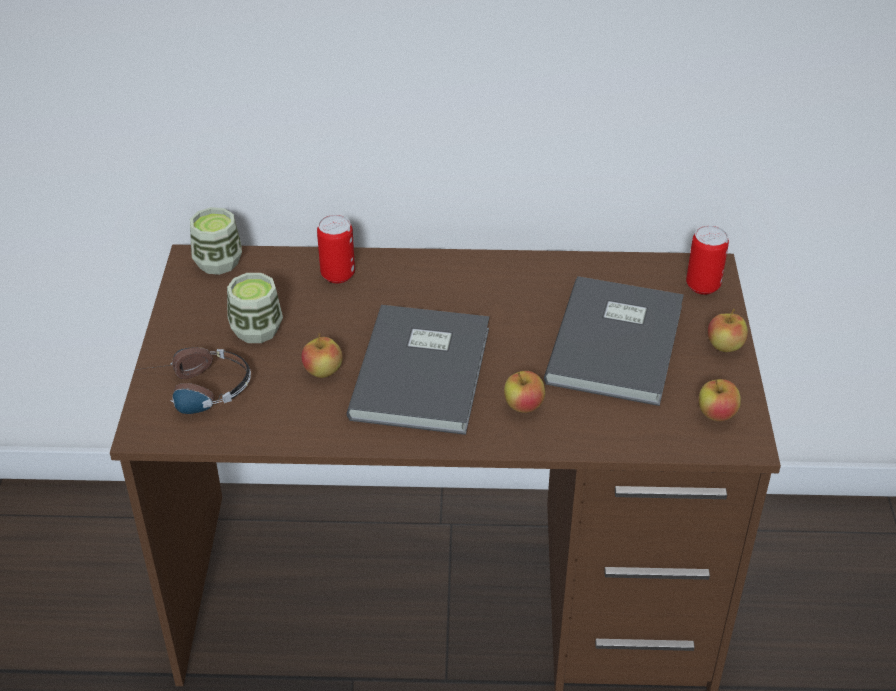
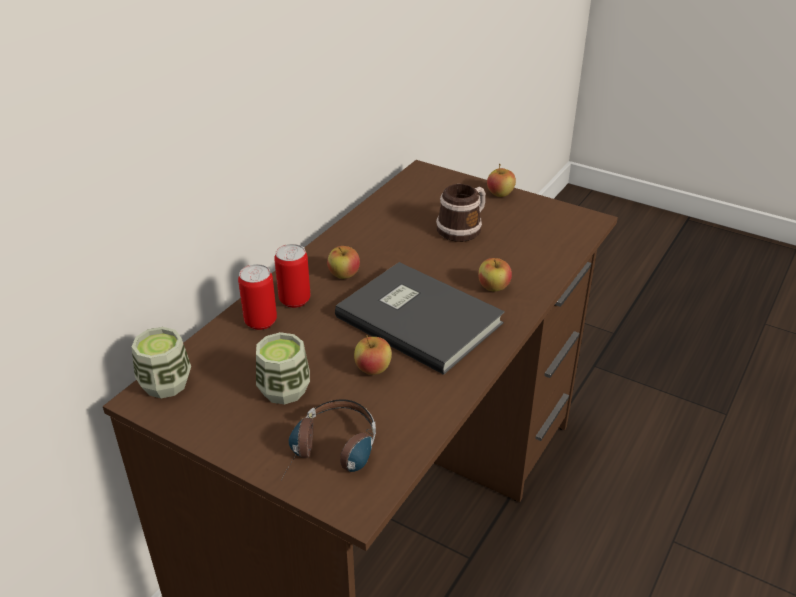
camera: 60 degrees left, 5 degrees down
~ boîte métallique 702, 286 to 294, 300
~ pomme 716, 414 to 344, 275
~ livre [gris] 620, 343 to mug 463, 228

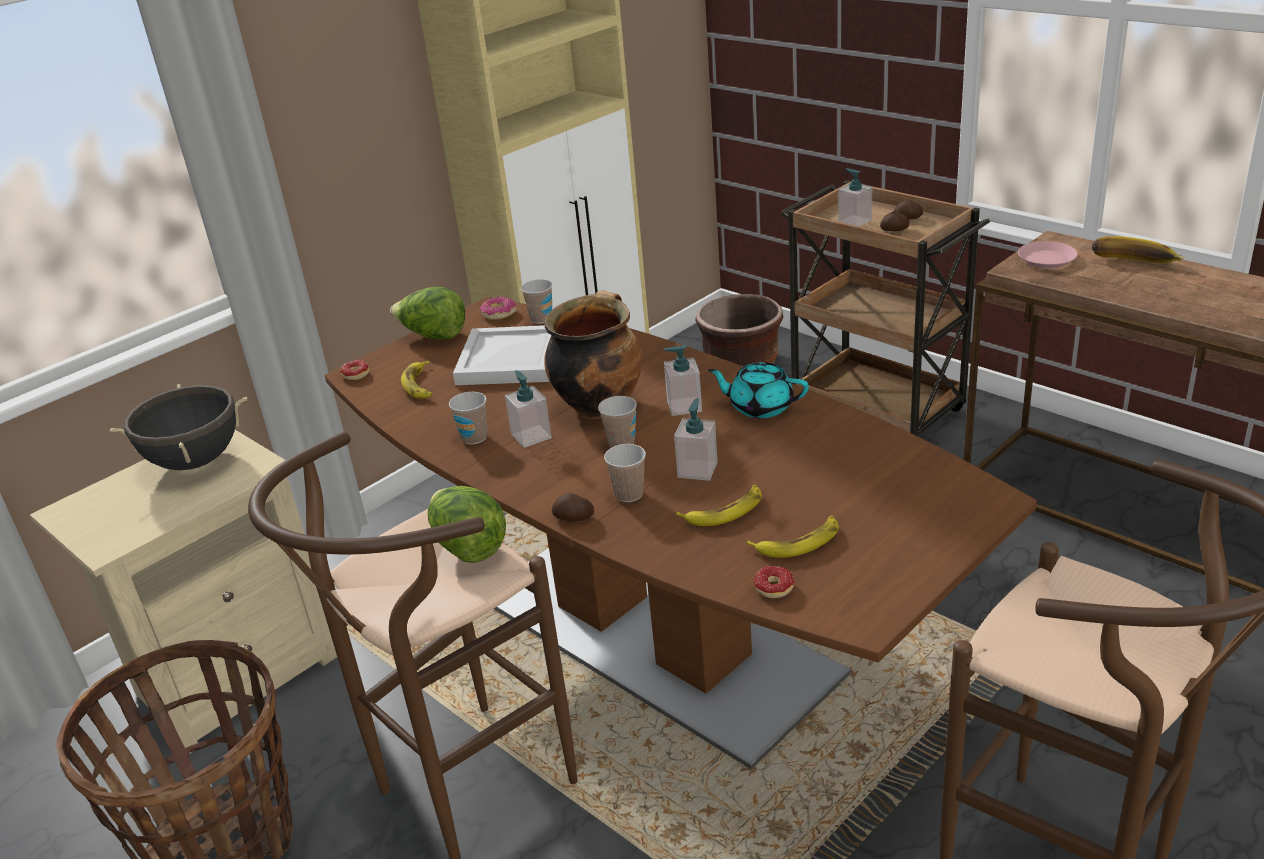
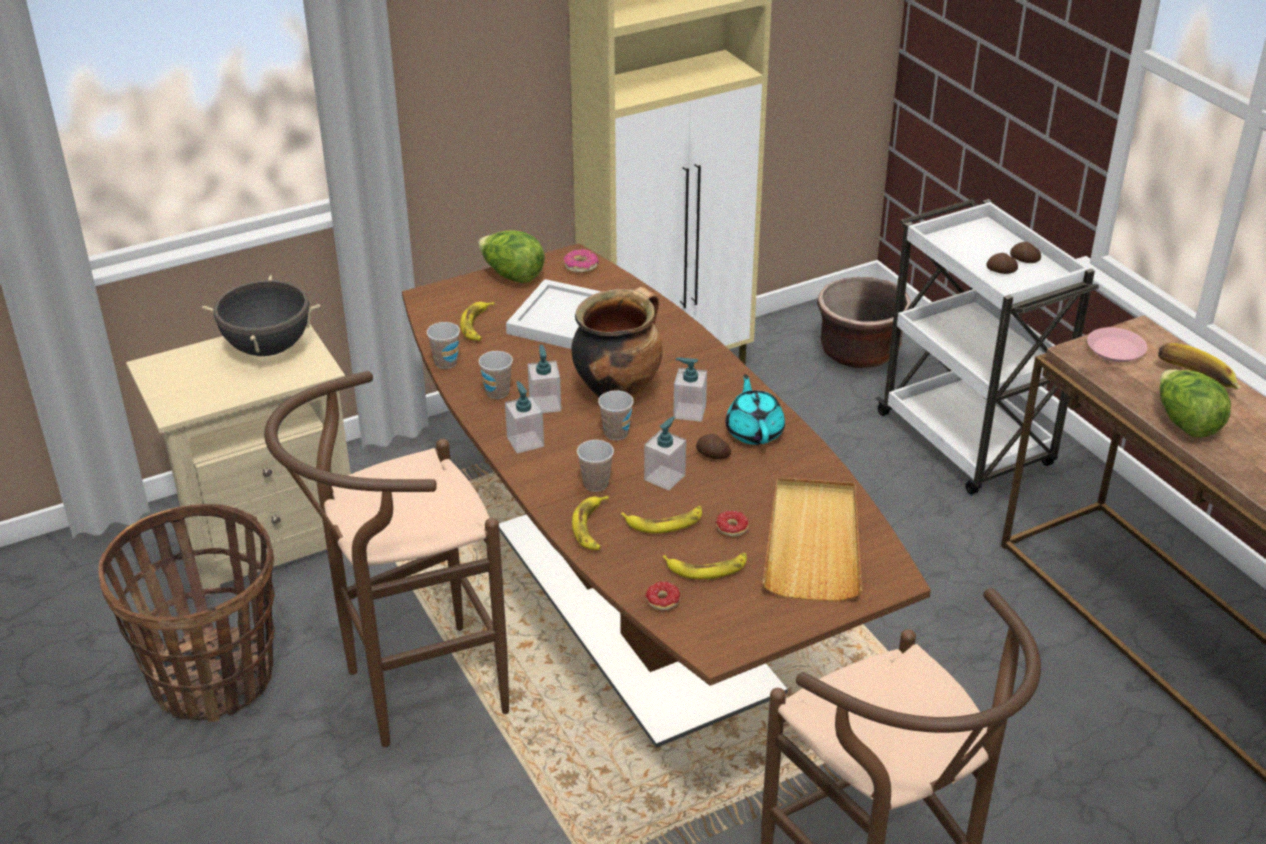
camera: 15 degrees right, 5 degrees up
~ tasse 541, 319 to 446, 362
~ distributeur de savon 854, 221 to 525, 442
+ banane 592, 527
~ pomme de terre 573, 518 to 712, 455
~ beignet 352, 377 to 727, 531
~ théière [turquoise] 760, 407 = 754, 431 45 degrees clockwise
+ plateau [beige] 813, 542
~ chariot [marron] 877, 410 to chariot [blanc] 967, 442
~ laitue 469, 547 to 1185, 423

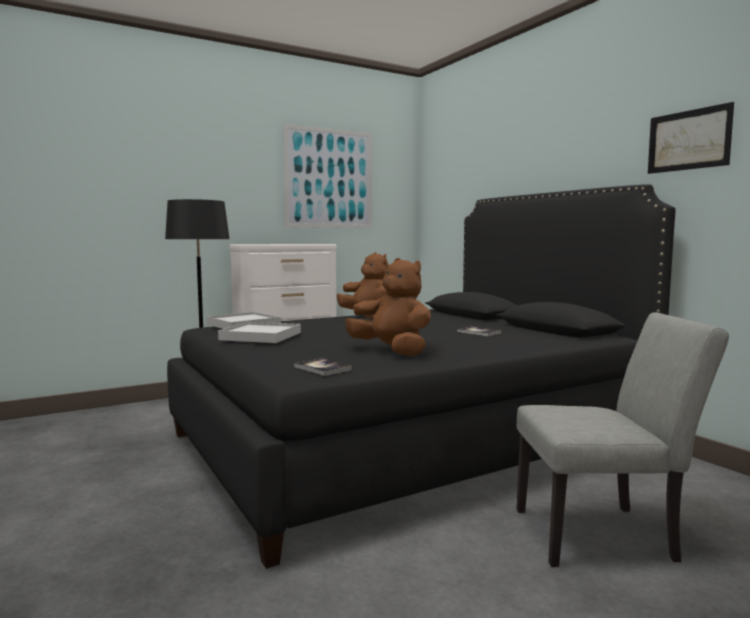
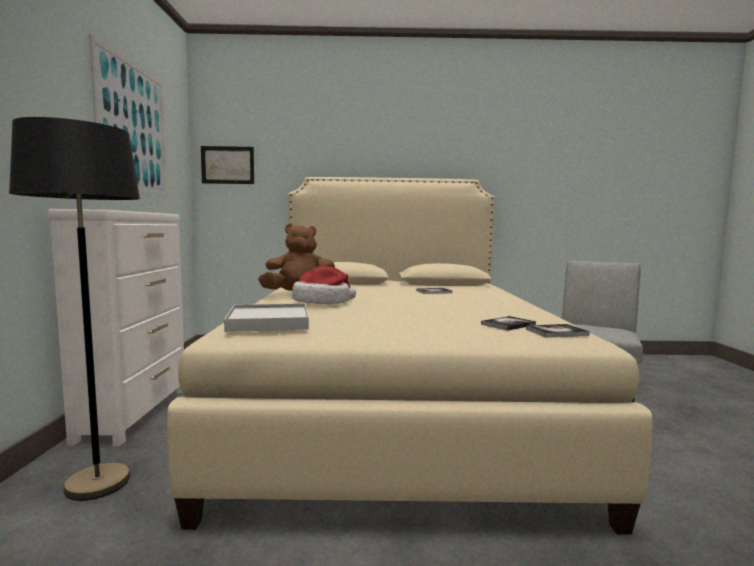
camera: 60 degrees left, 0 degrees up
~ lit [noir] 406, 441 to lit [beige] 393, 405
~ tableau 688, 140 to 227, 165
+ chapeau 323, 302
+ livre 508, 324
- plateau [blanc] 261, 336
- peluche [marron] 392, 351

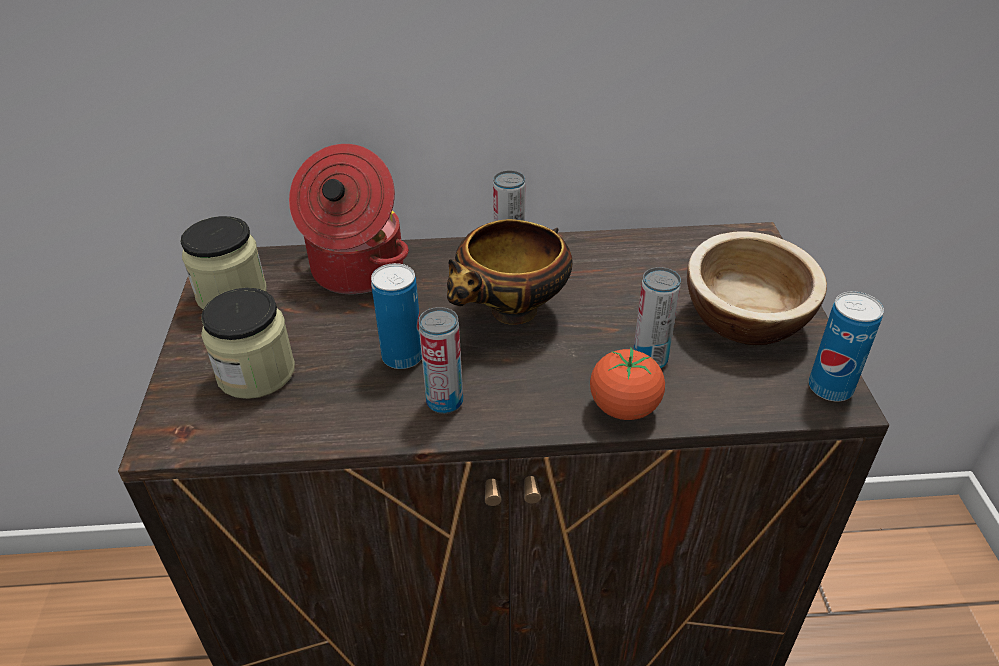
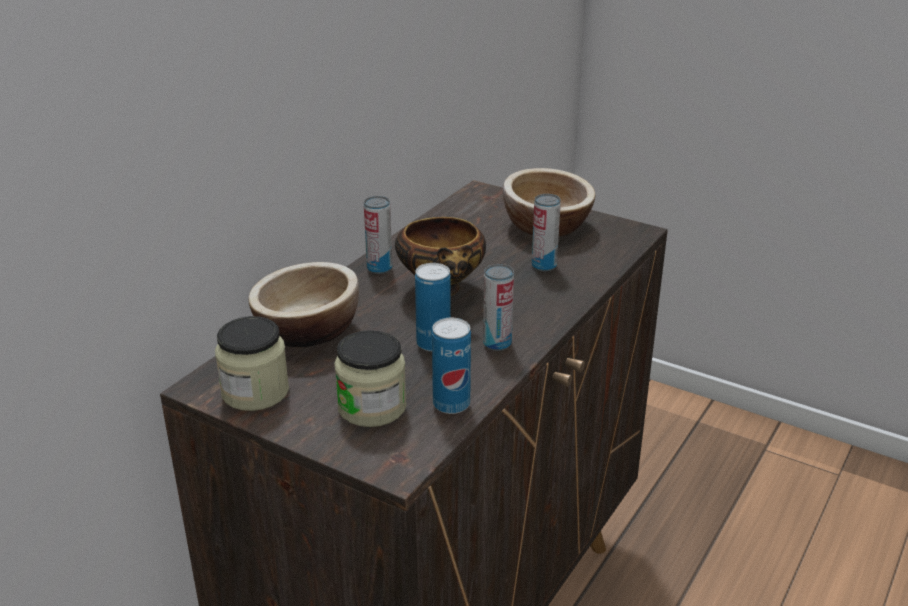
camera: 55 degrees left, 10 degrees down
~ marmite 355, 271 to bol 308, 330
~ boîte métallique 830, 388 to 451, 404
- tomate 624, 408

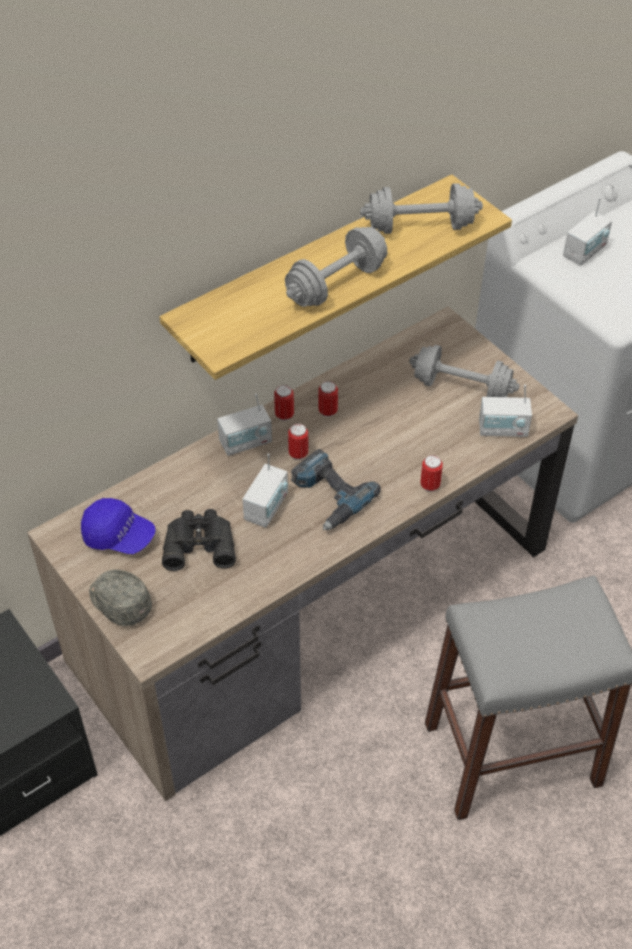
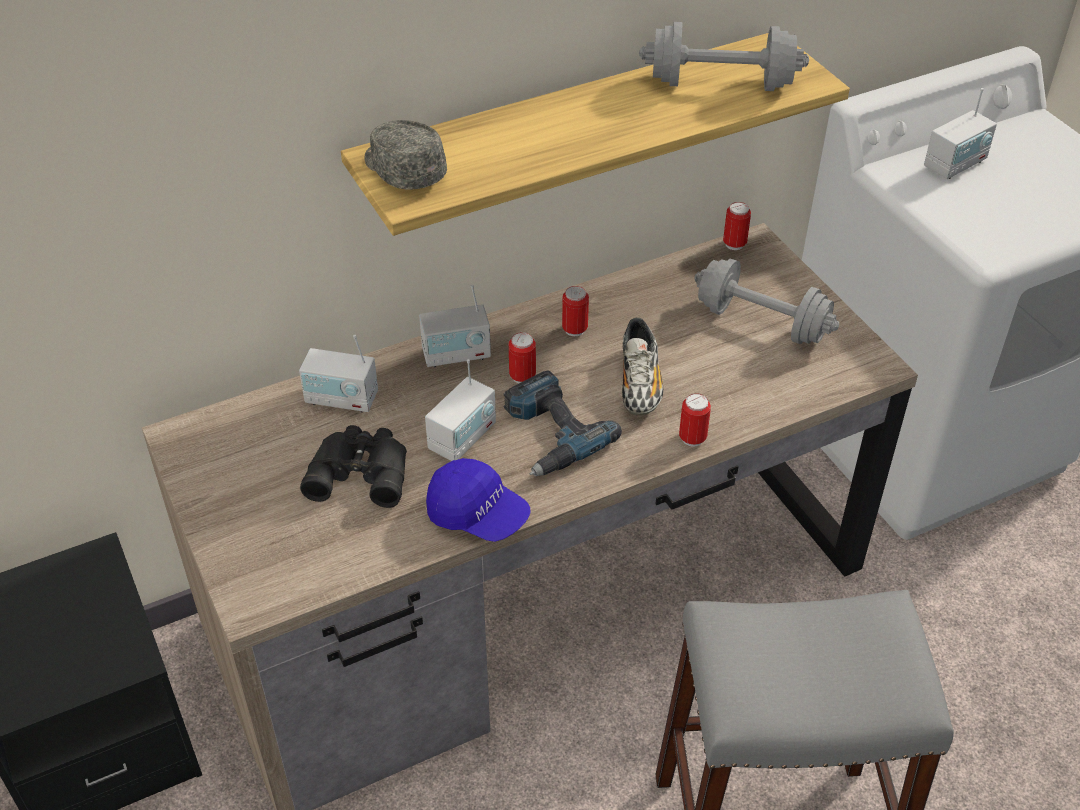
camera: 10 degrees right, 5 degrees down
~ radio 503, 429 to 342, 399
~ casquette [gris] 119, 602 to 403, 169
~ casquette [bleu] 119, 536 to 478, 515
+ chaussure 640, 384
~ boîte métallique 284, 415 to 734, 244
- haltère [gris] 336, 284

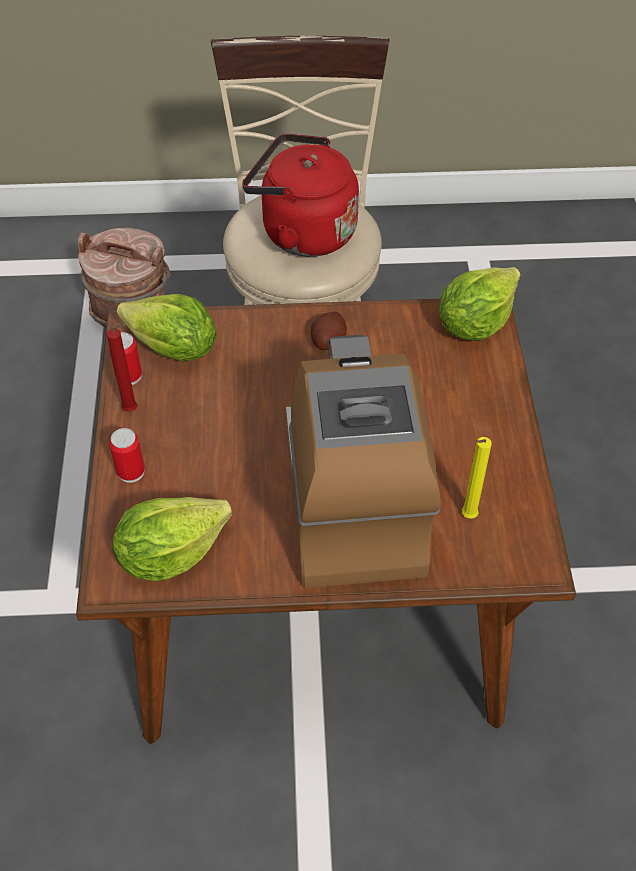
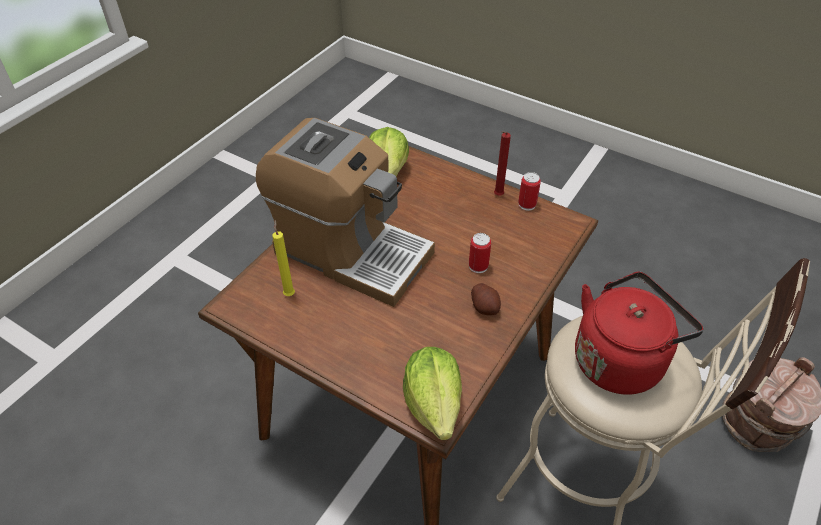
camera: 125 degrees right, 5 degrees down
~ boîte métallique 131, 471 to 478, 266
- laitue 174, 349

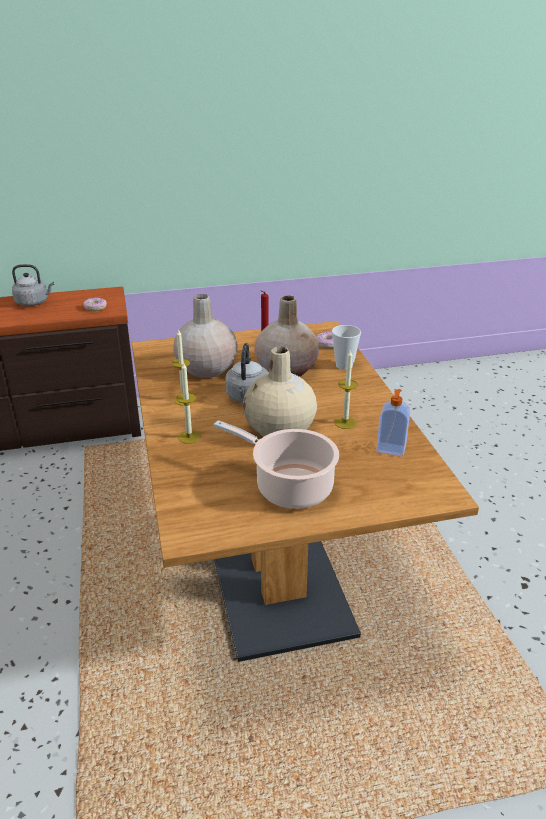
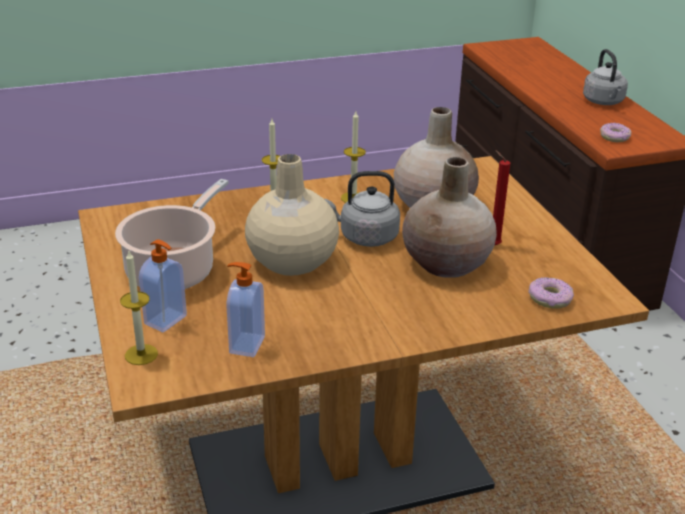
camera: 85 degrees right, 0 degrees up
~ bougie 345, 423 to 141, 354
+ distributeur de savon 166, 320
- tasse 344, 365

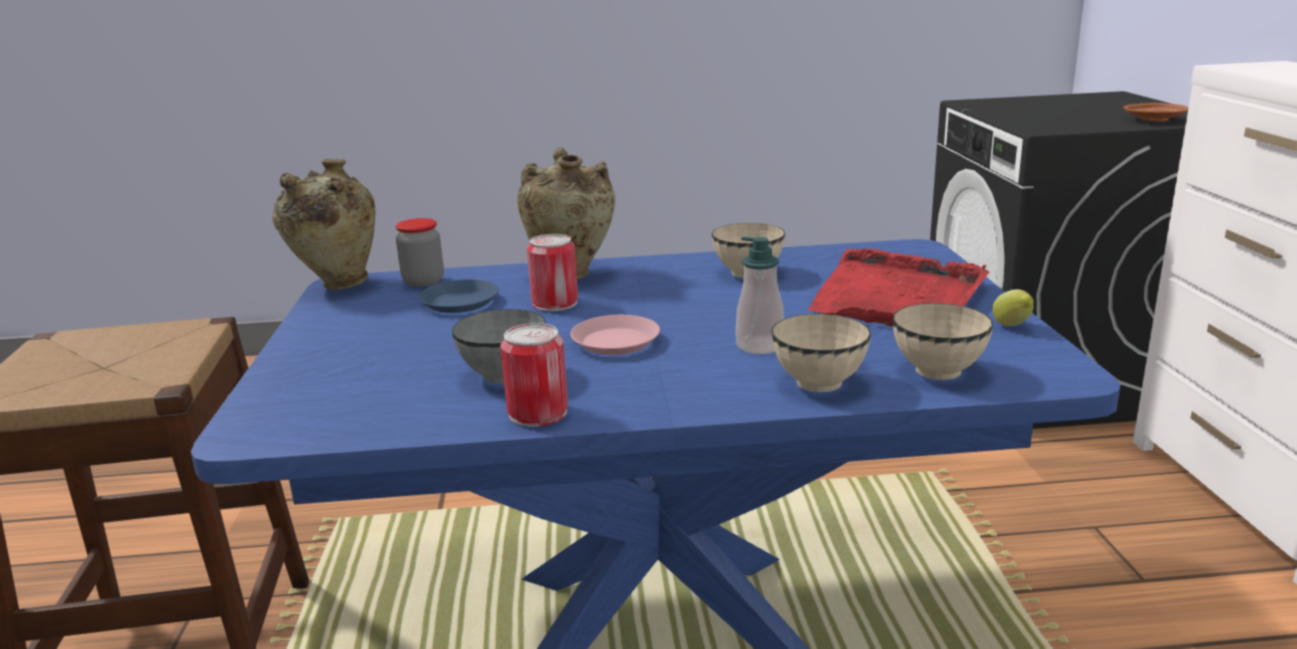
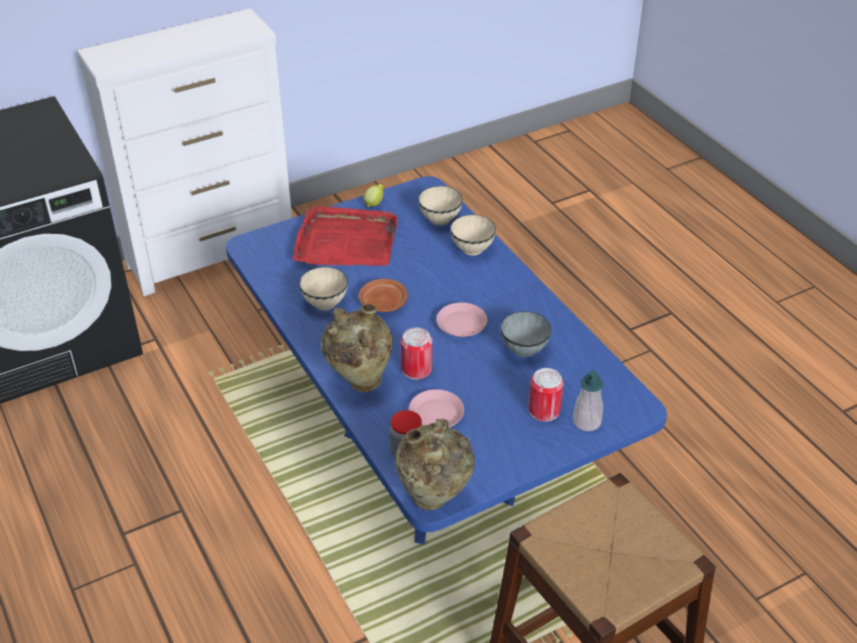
camera: 115 degrees left, 20 degrees up
~ assiette [marron] 1154, 120 to 383, 302
~ assiette [bleu] 460, 302 to assiette [rose] 436, 413
~ boîte métallique 538, 413 to 544, 410
~ distributeur de savon 759, 346 to 586, 422

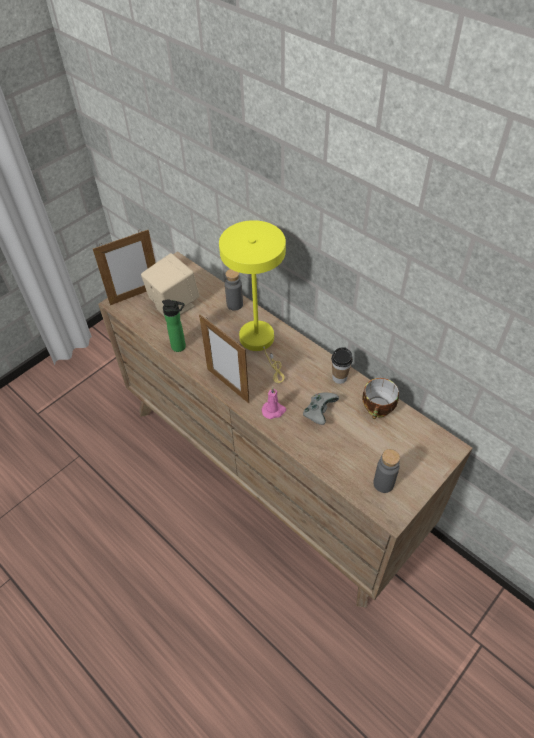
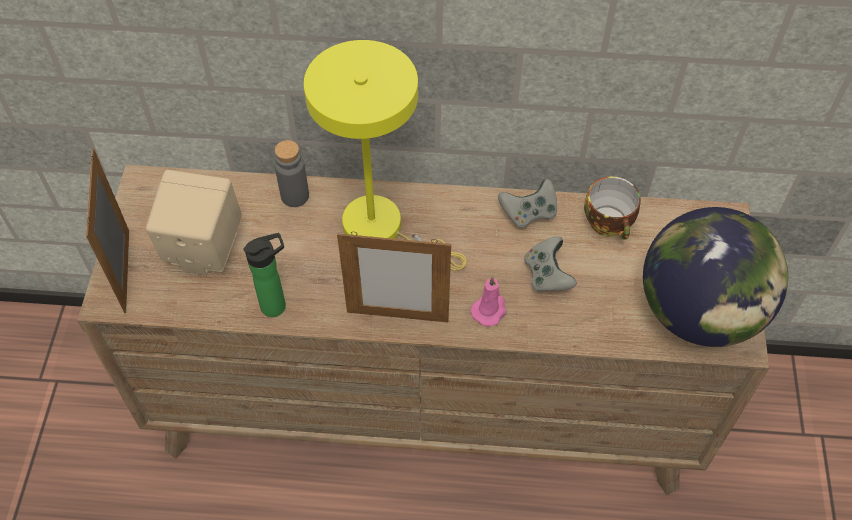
camera: 40 degrees left, 5 degrees up
~ cadre photo 135, 295 = 127, 270 150 degrees clockwise
~ tasse 339, 378 to manette [gris] 528, 213
~ bouteille [gris] 383, 483 to globe 698, 313

